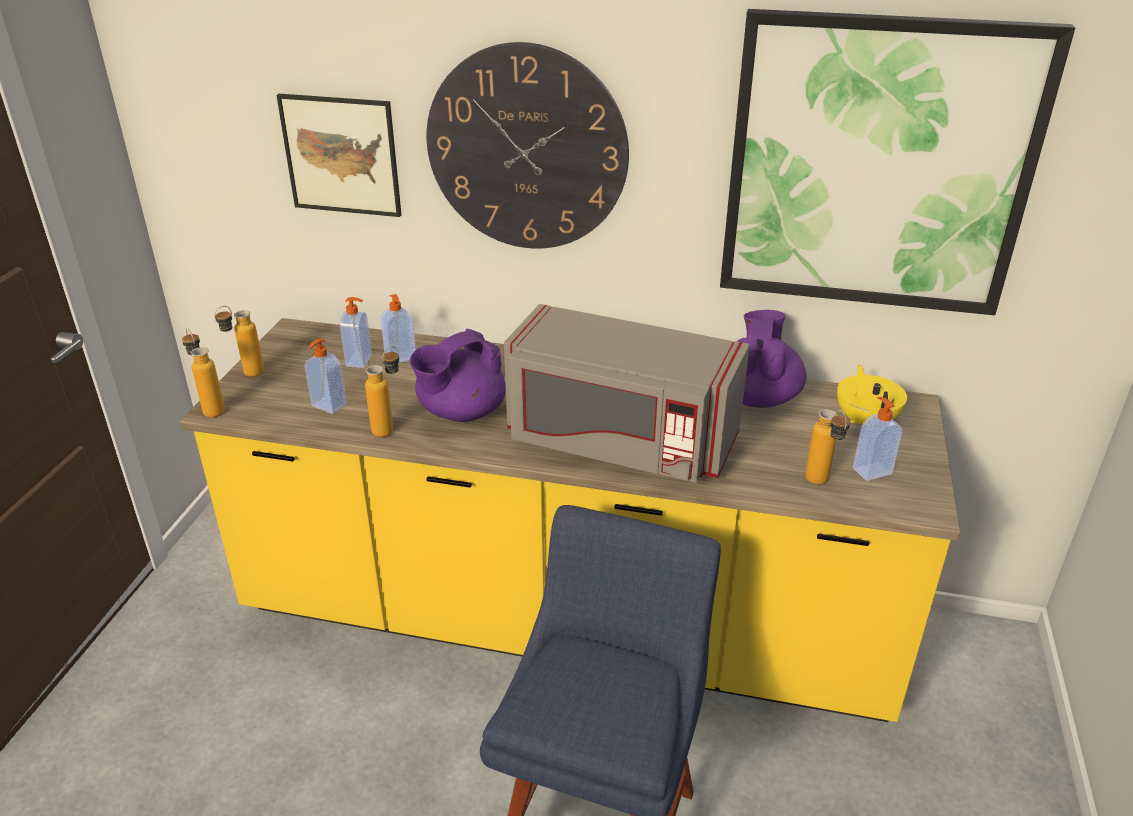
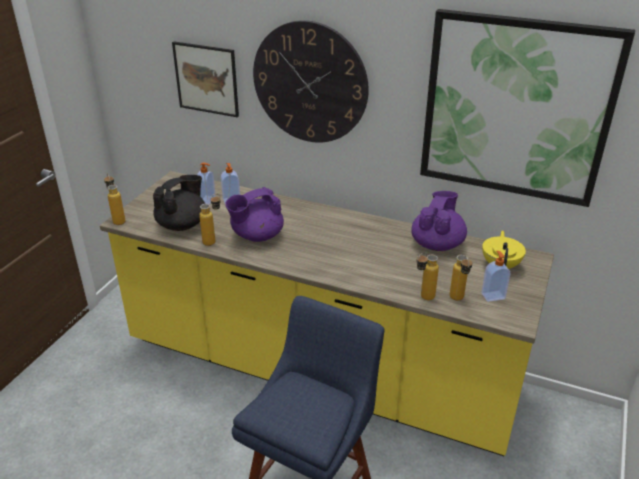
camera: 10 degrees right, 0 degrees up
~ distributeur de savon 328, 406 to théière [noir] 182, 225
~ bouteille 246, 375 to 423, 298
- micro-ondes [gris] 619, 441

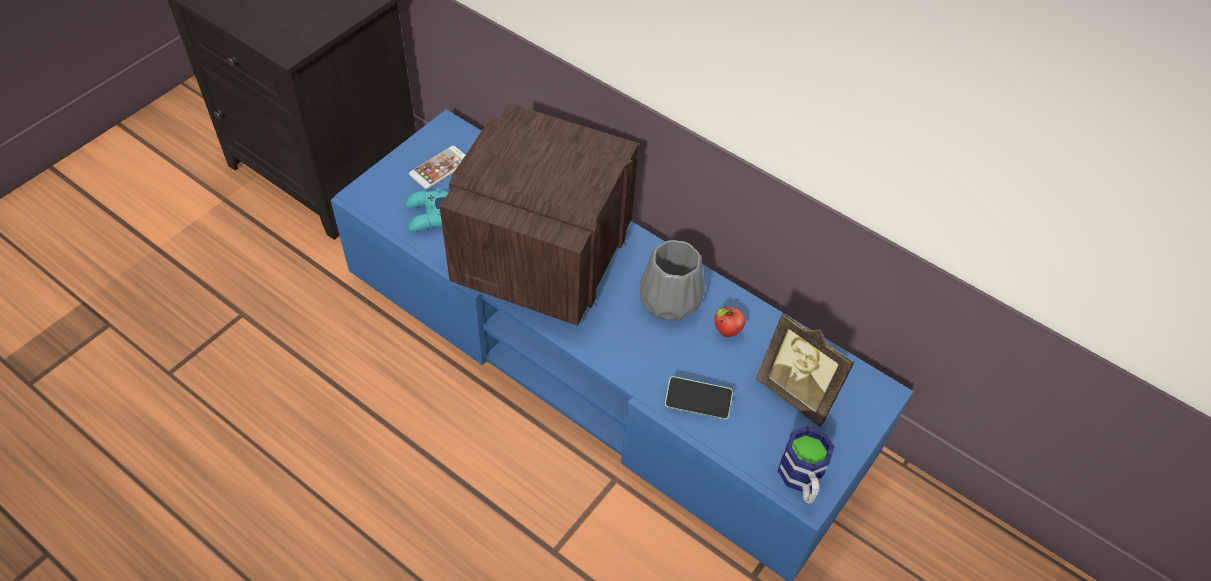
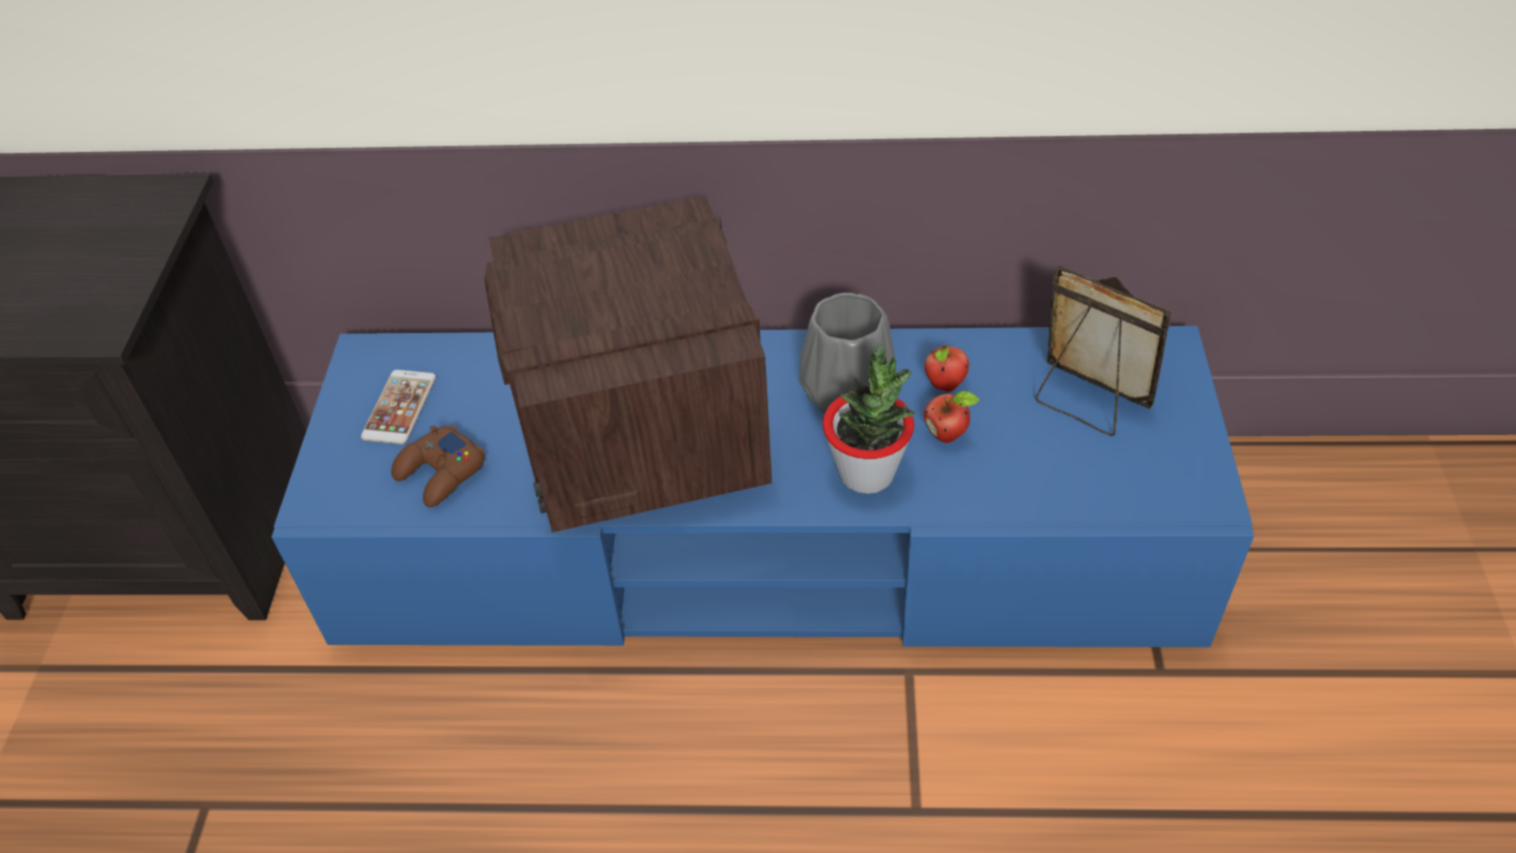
camera: 30 degrees left, 5 degrees down
~ manette [turquoise] 429, 215 to manette [marron] 440, 473
+ plante en pot 867, 473
+ pomme 948, 435
~ cadre photo 798, 393 = 1086, 402 150 degrees counterclockwise
- téléphone 697, 402
- mug 801, 480

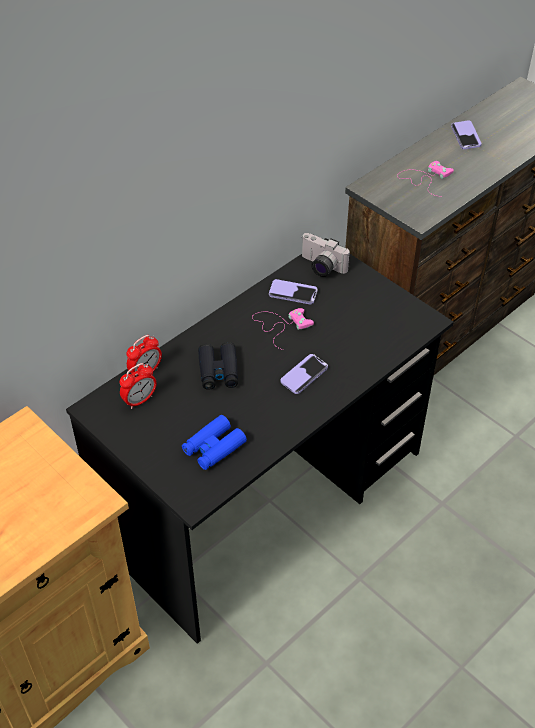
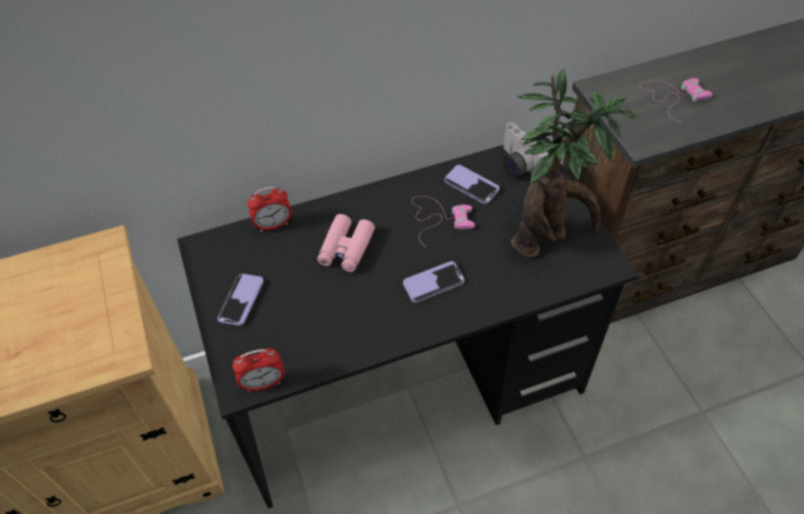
camera: 25 degrees right, 5 degrees up
~ téléphone 465, 136 to 241, 300
~ réveil 140, 400 to 263, 383
~ jumelles [noir] 218, 371 to jumelles [rose] 346, 248
+ plante en pot 547, 238
- jumelles [bleu] 213, 447

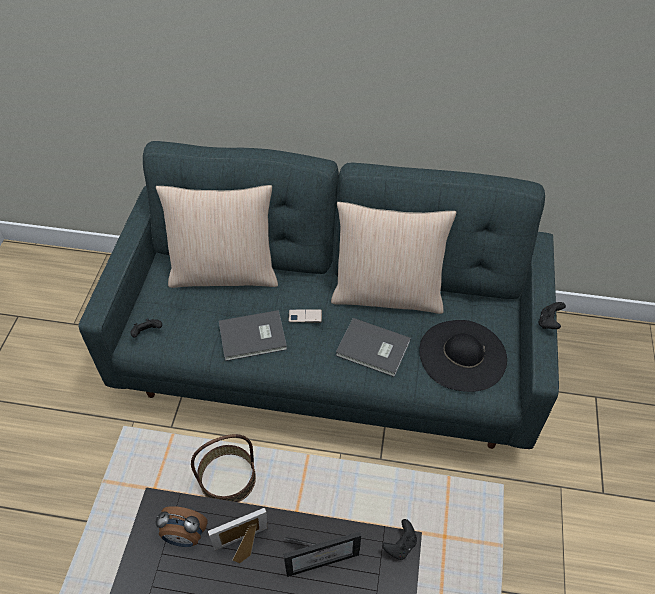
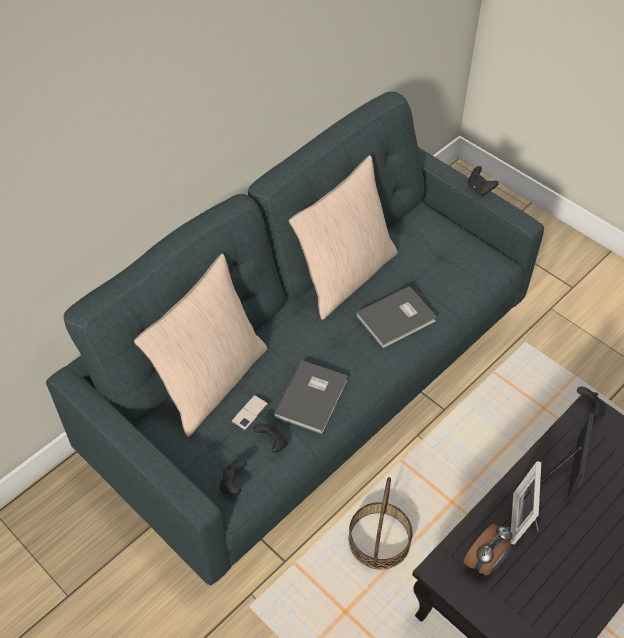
camera: 55 degrees left, 0 degrees up
~ téléphone 305, 316 to 250, 412
+ manette [noir] 272, 443
- chapeau [noir] 462, 355

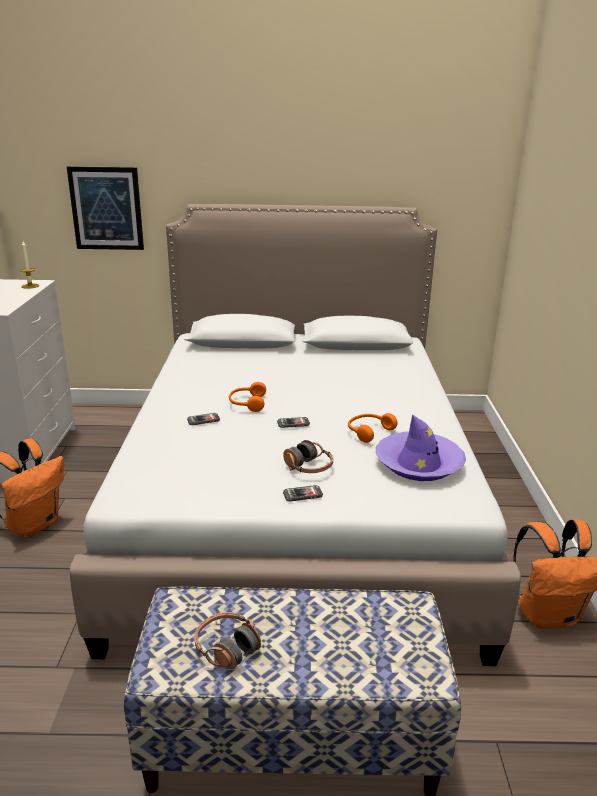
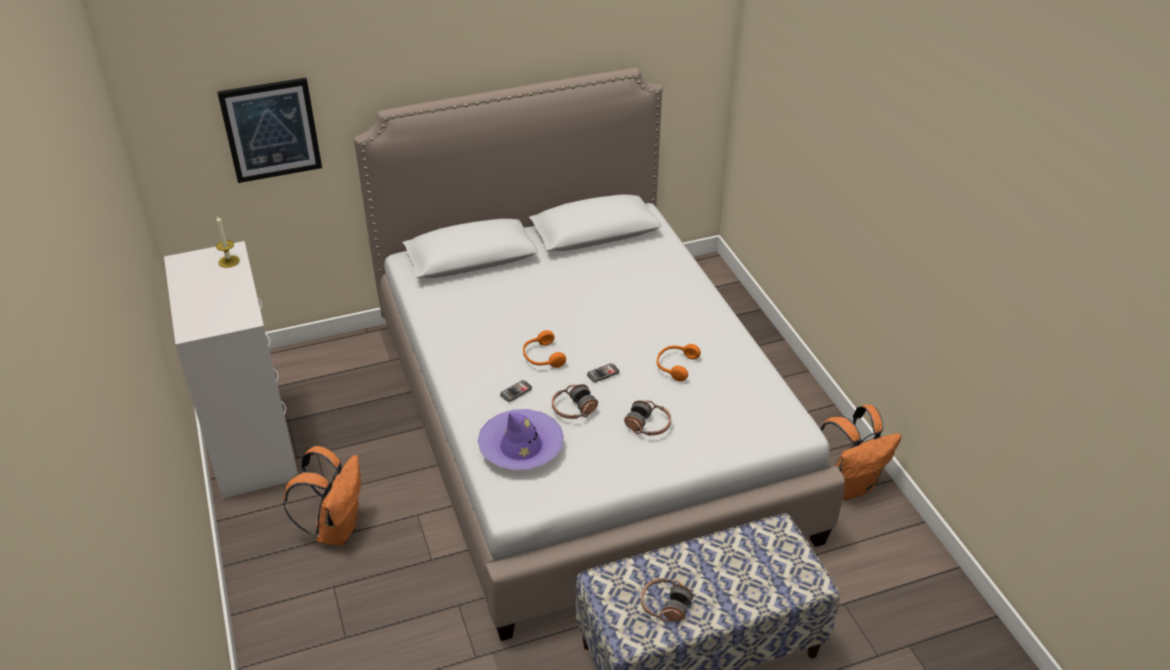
camera: 20 degrees left, 15 degrees up
~ chapeau [violet] 419, 464 to 521, 447
+ casque audio 573, 409
- téléphone 303, 494

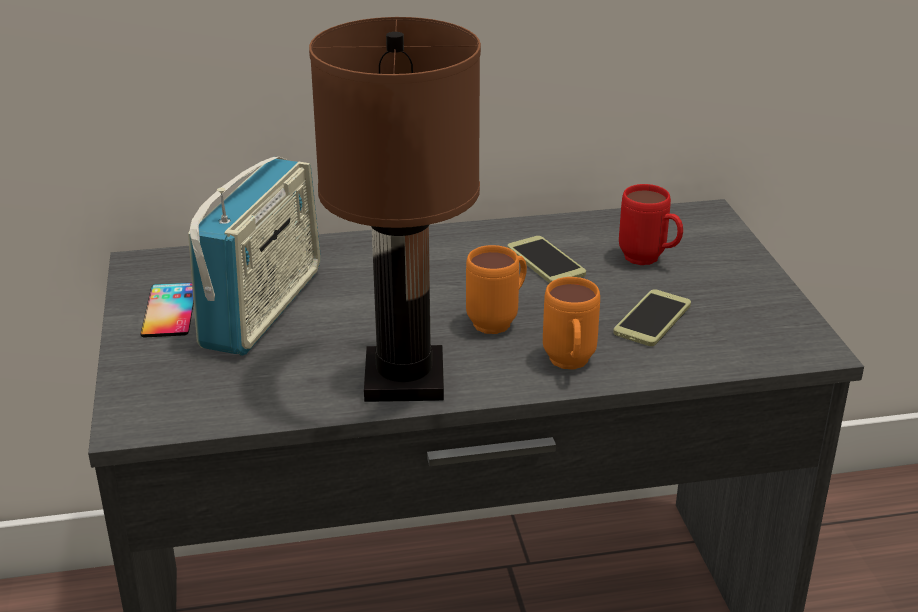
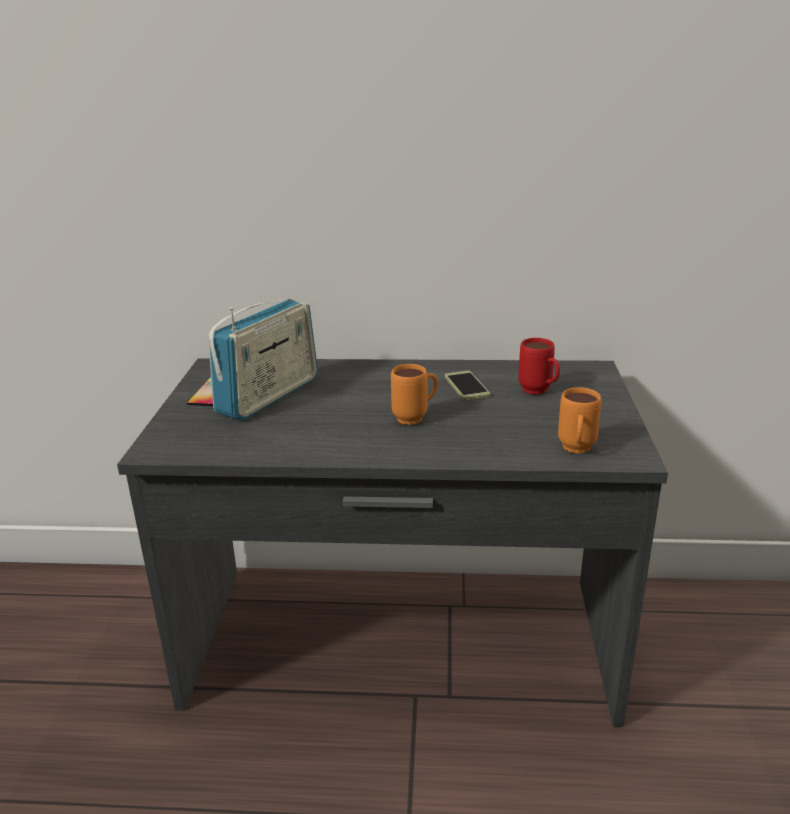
camera: 15 degrees right, 5 degrees down
~ mug [orange] 569, 366 to 576, 451
- lampe de table [marron] 403, 379
- téléphone 652, 319

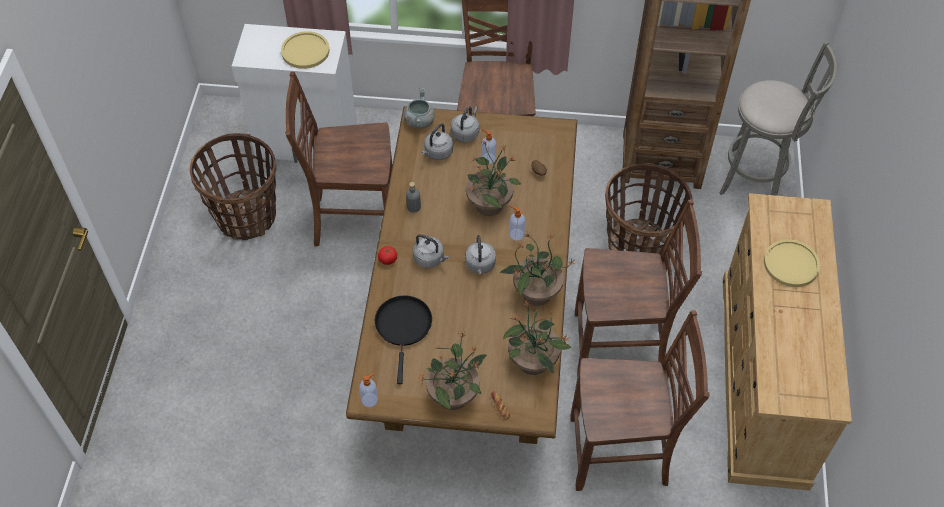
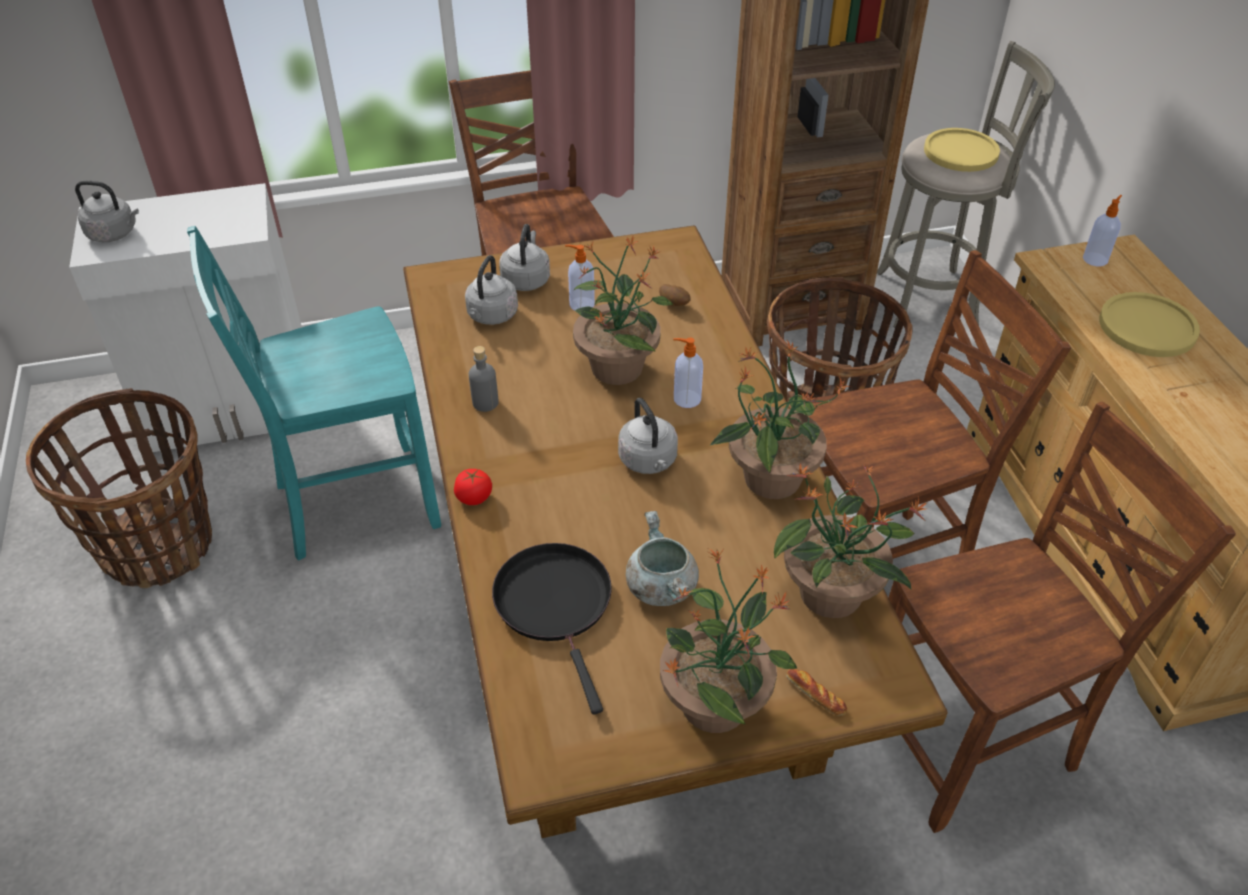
camera: 20 degrees left, 10 degrees down
~ bouilloire [gris] 430, 259 to 114, 234
~ chaise [marron] 353, 220 to chaise [turquoise] 353, 503
~ marmite [gris] 419, 121 to 661, 587
~ assiette [jaune] 305, 51 to 960, 152
~ distributeur de savon 370, 399 to 1095, 259

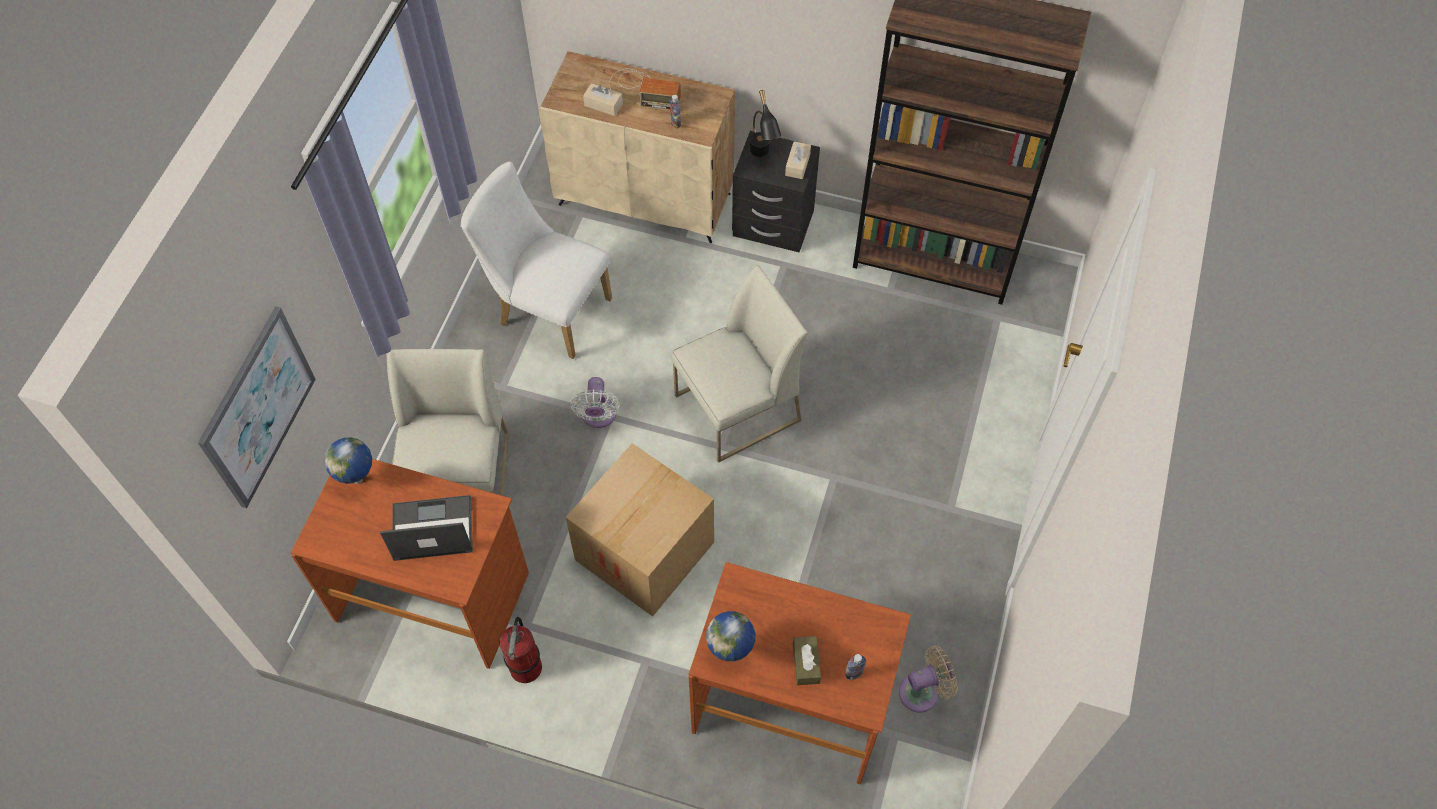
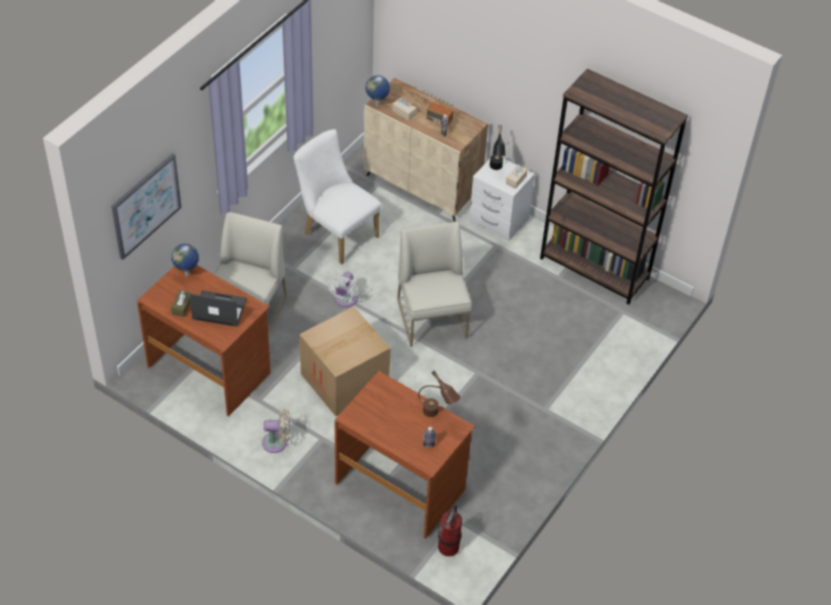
camera: 15 degrees right, 10 degrees down
~ boîte à mouchoirs [marron] 806, 663 to 182, 306
~ ventilateur [beige] 923, 692 to 277, 442
~ globe 731, 653 to 377, 105
~ chaise [blanc] 737, 409 = 432, 319 90 degrees counterclockwise
+ lampe de table [marron] 436, 415
~ extincteur 526, 667 to 449, 547
~ table de chevet [noir] 773, 224 to table de chevet [blanc] 498, 220

